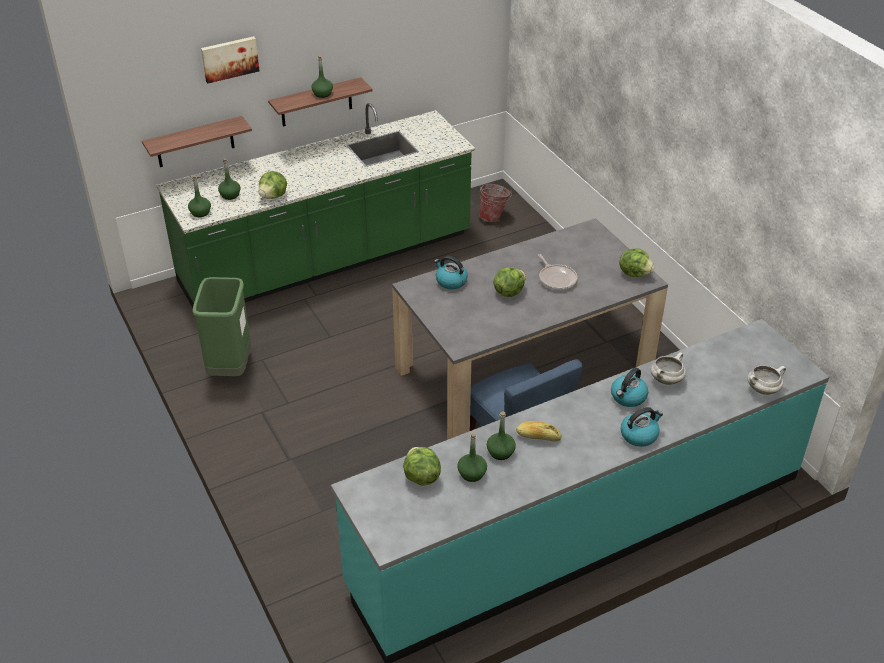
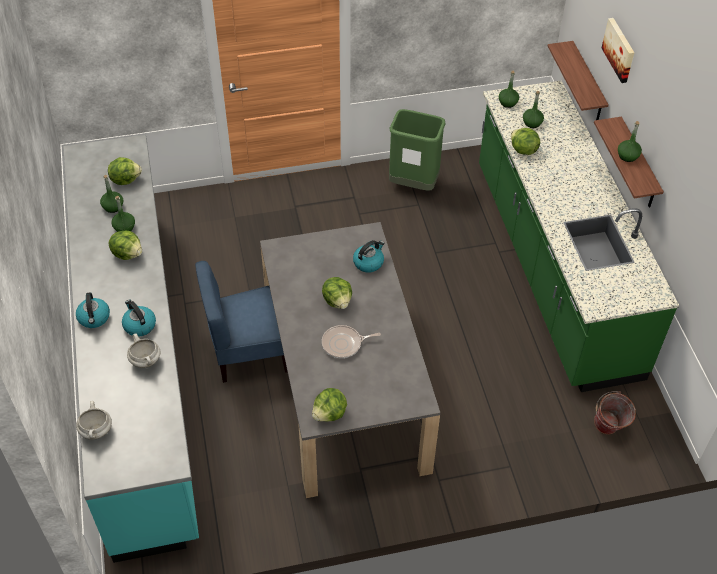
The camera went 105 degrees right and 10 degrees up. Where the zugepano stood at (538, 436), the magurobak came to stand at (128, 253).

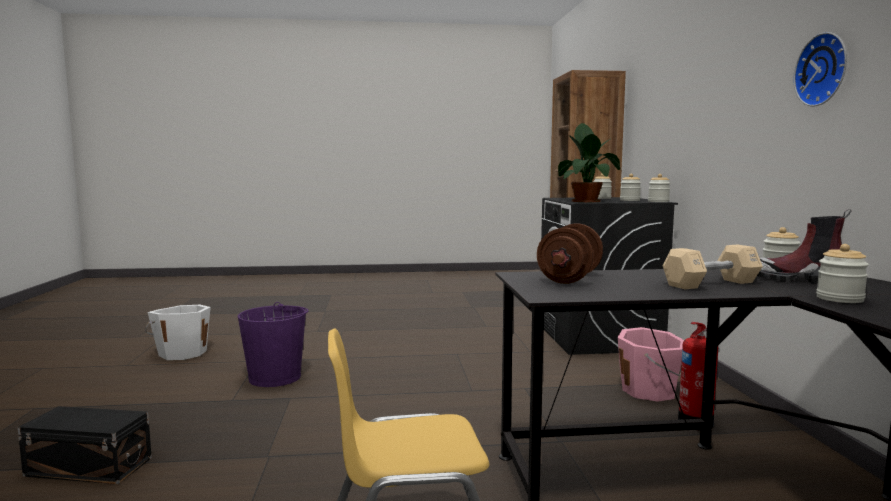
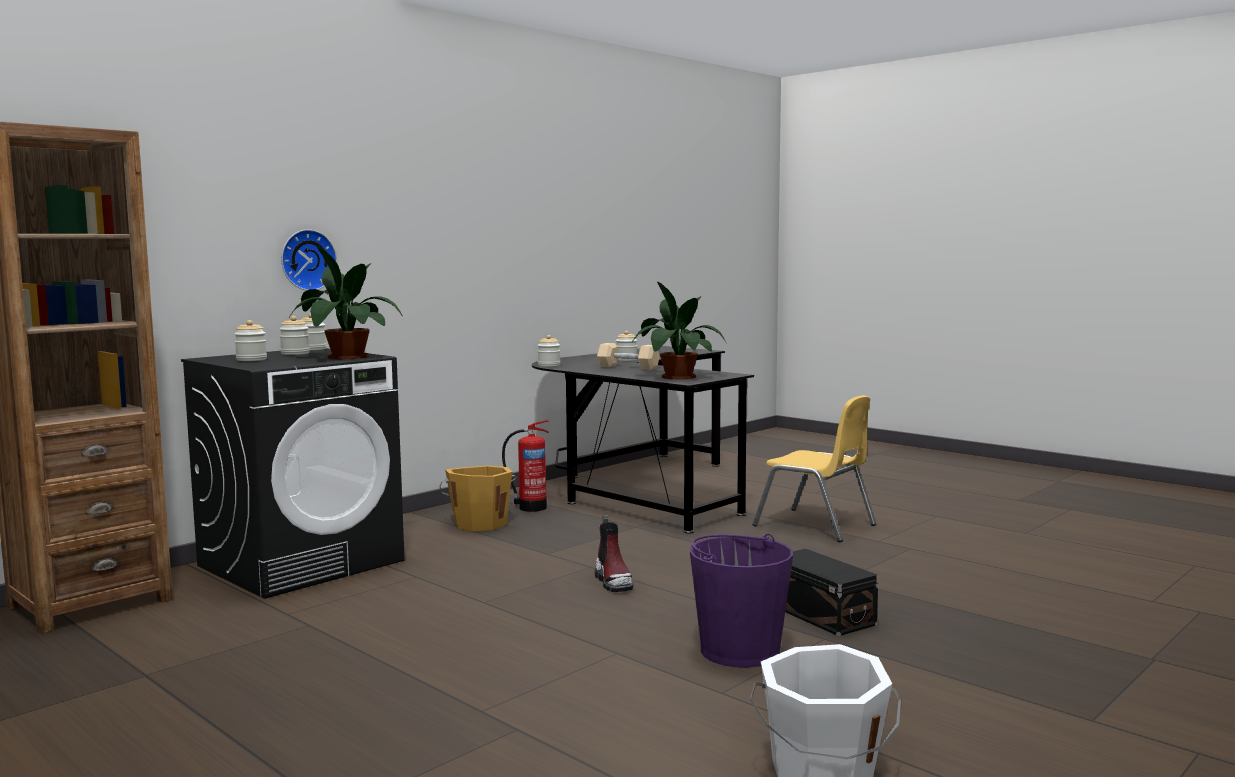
The camera went 130 degrees left and 0 degrees up. The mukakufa ended up elsewhere, having gone from (824, 70) to (307, 260). The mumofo ended up elsewhere, having gone from (800, 280) to (614, 582). Where the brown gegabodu stood at (569, 279), the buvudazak came to stand at (675, 377). What was the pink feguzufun at (650, 391) turned into the orange feguzufun at (480, 523). The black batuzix ended up elsewhere, having gone from (88, 466) to (820, 615).

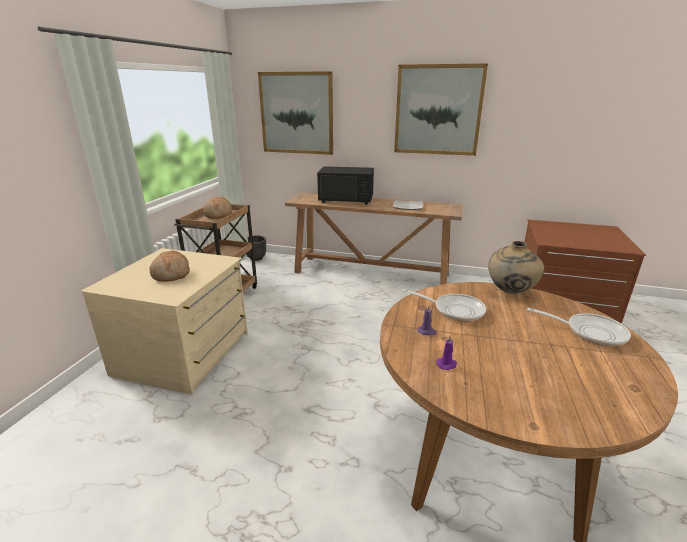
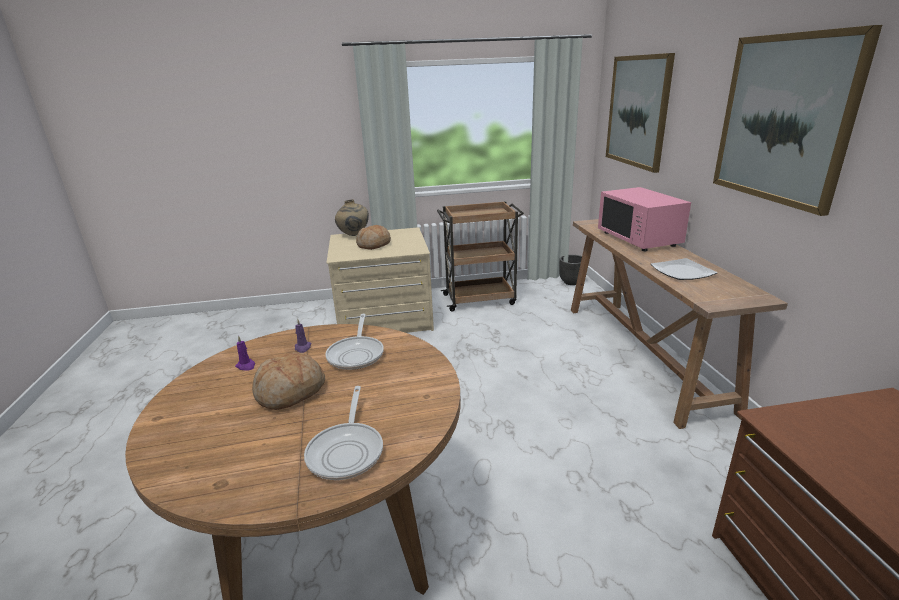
The camera went 65 degrees right and 0 degrees up. What was the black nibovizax at (346, 200) turned into the pink nibovizax at (639, 239). The zugepano ended up elsewhere, having gone from (218, 215) to (290, 392). The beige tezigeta ended up elsewhere, having gone from (510, 292) to (353, 236).

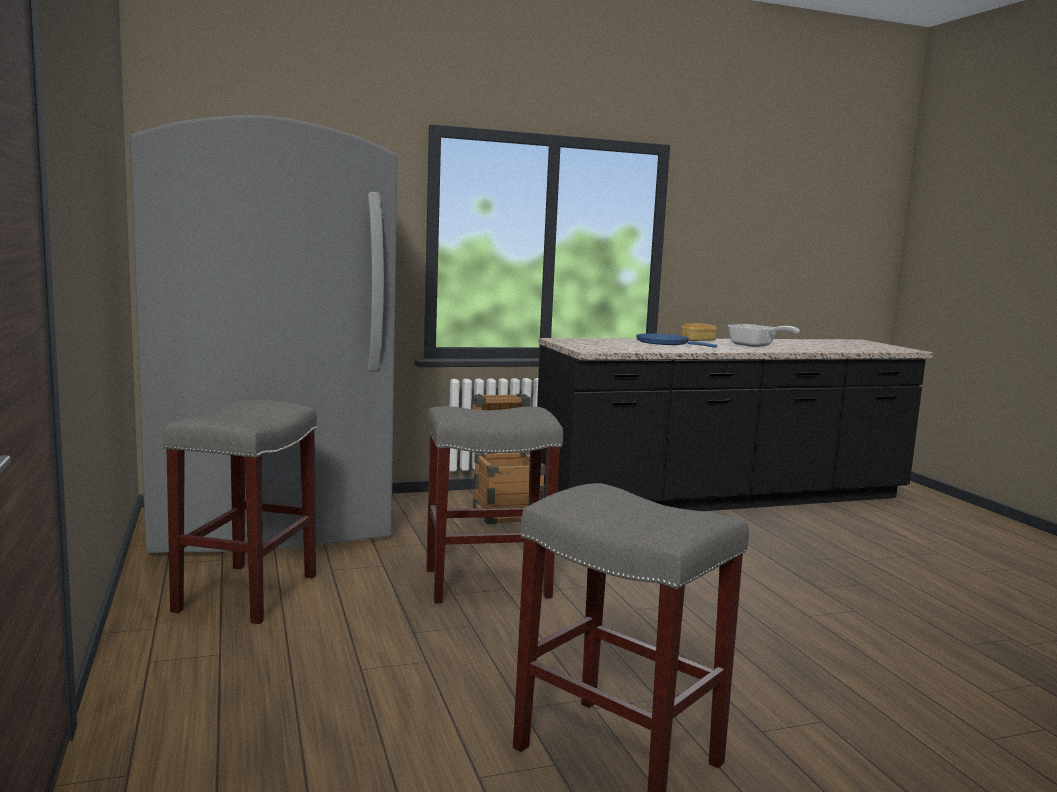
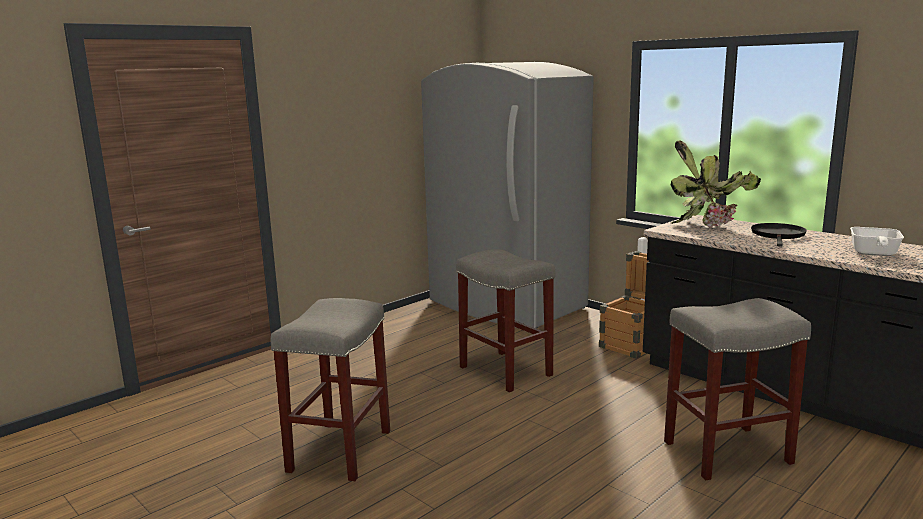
The camera went 65 degrees right and 5 degrees up. The second view lost the zugepano at (698, 340). What was the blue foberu at (665, 343) turned into the black foberu at (778, 235). The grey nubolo ended up elsewhere, having gone from (247, 592) to (728, 452). The second view gained the buvudazak at (708, 224).

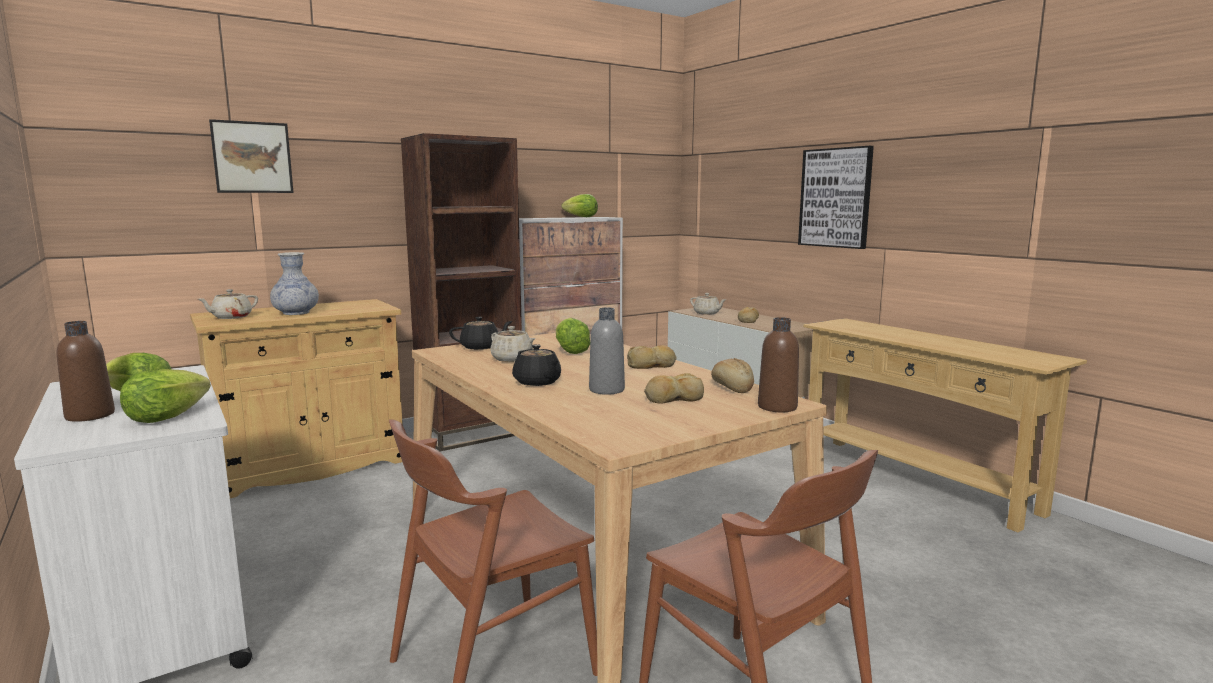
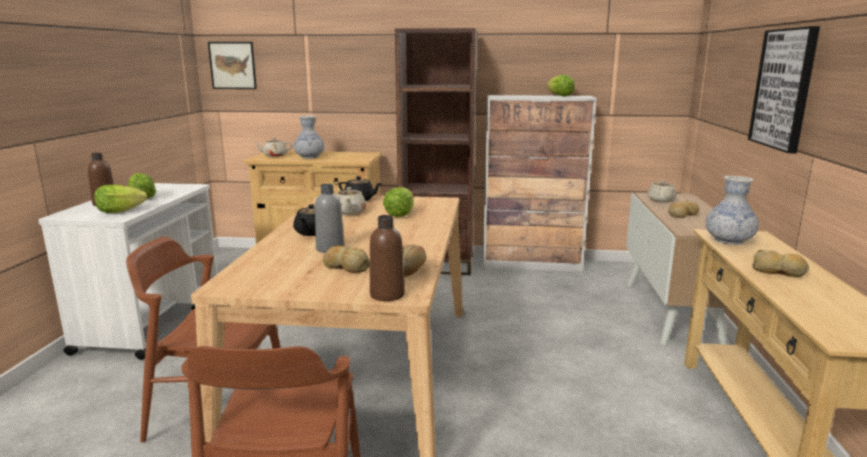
The camera went 40 degrees right and 5 degrees up. The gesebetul ended up elsewhere, having gone from (252, 157) to (232, 65). The zugepano ended up elsewhere, having gone from (652, 365) to (779, 271). The second view gained the tezigeta at (728, 240).

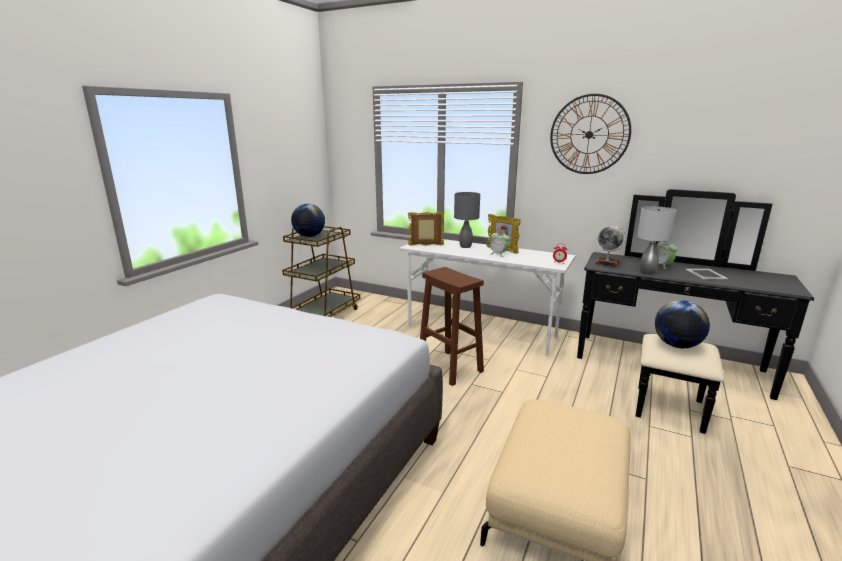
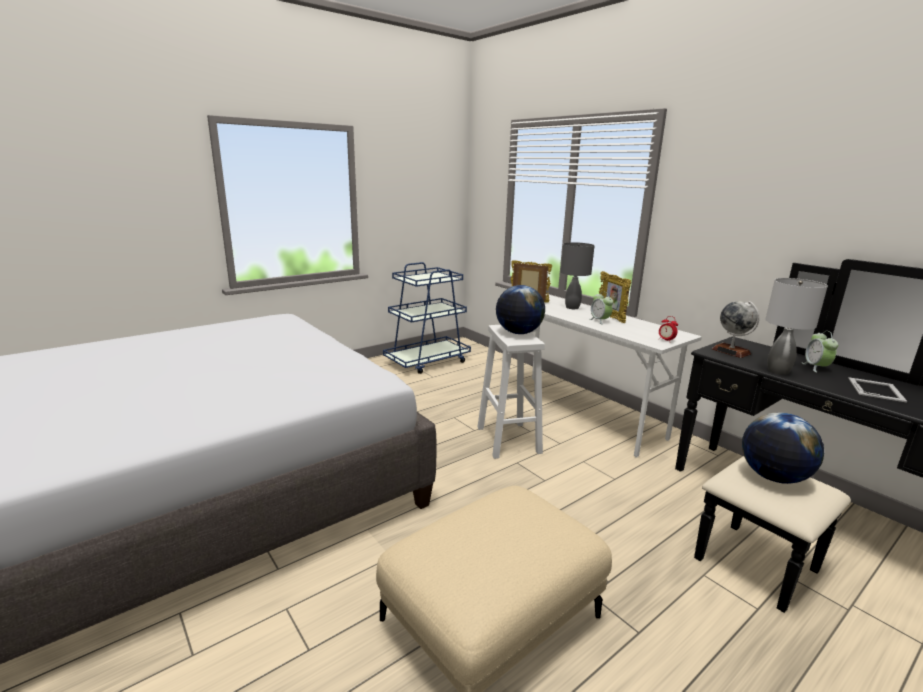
The camera went 25 degrees right and 0 degrees up. The second view lost the mukakufa at (589, 134). The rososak ended up elsewhere, having gone from (309, 236) to (518, 333). What was the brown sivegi at (324, 315) turned into the blue sivegi at (427, 361). What was the brown nubolo at (449, 367) turned into the white nubolo at (507, 439).

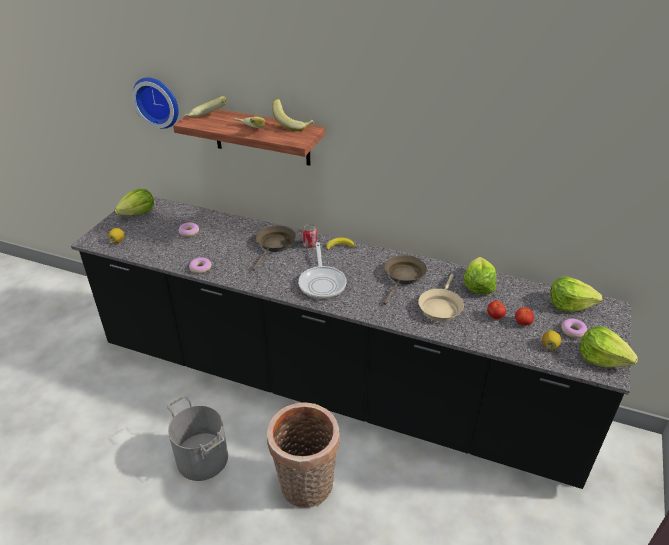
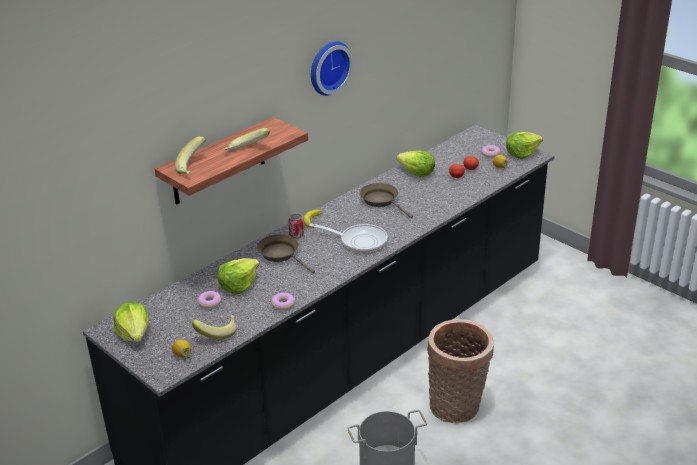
The camera went 65 degrees left and 5 degrees down. The mukakufa ended up elsewhere, having gone from (158, 101) to (328, 67). The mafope ended up elsewhere, having gone from (293, 125) to (217, 333). The second view lost the beige foberu at (440, 307). The magurobak ended up elsewhere, having gone from (569, 304) to (238, 285).

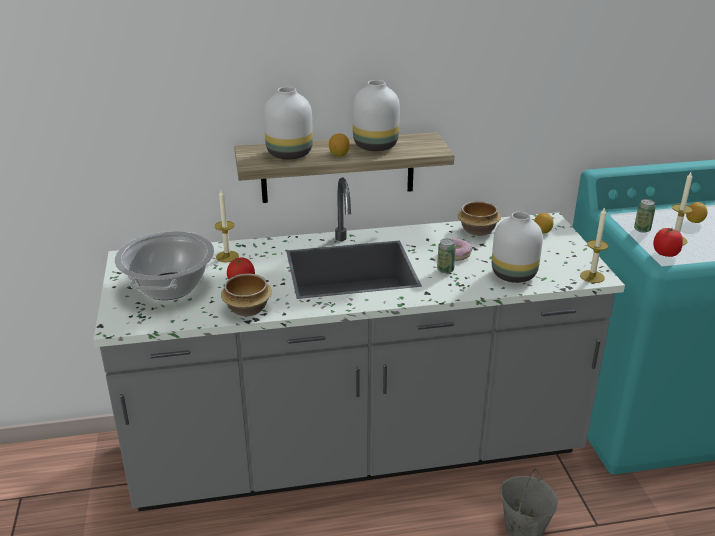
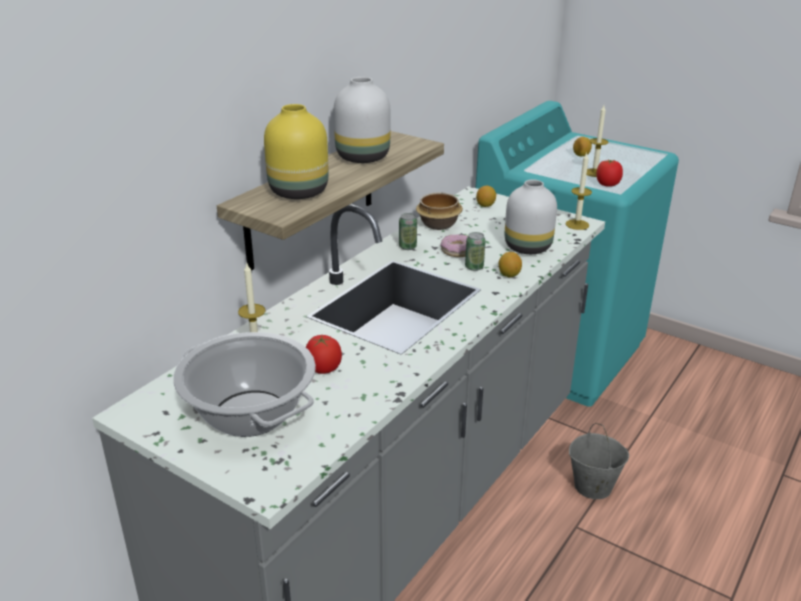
The camera went 45 degrees left and 0 degrees up. What was the white tezigeta at (290, 154) turned into the yellow tezigeta at (299, 191). The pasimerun ended up elsewhere, having gone from (339, 155) to (509, 275). The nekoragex ended up elsewhere, having gone from (642, 229) to (407, 247). The second view lost the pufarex at (248, 308).

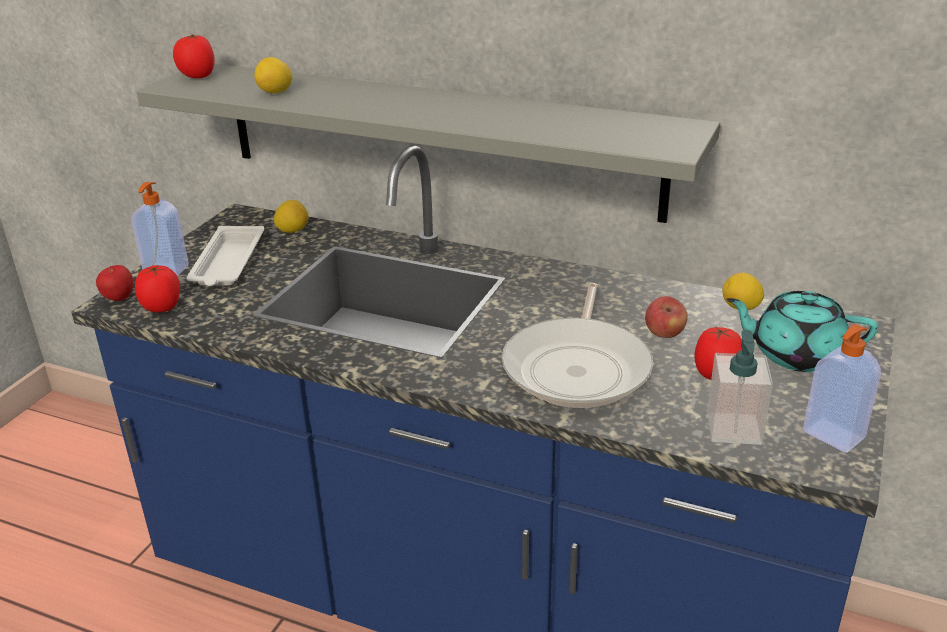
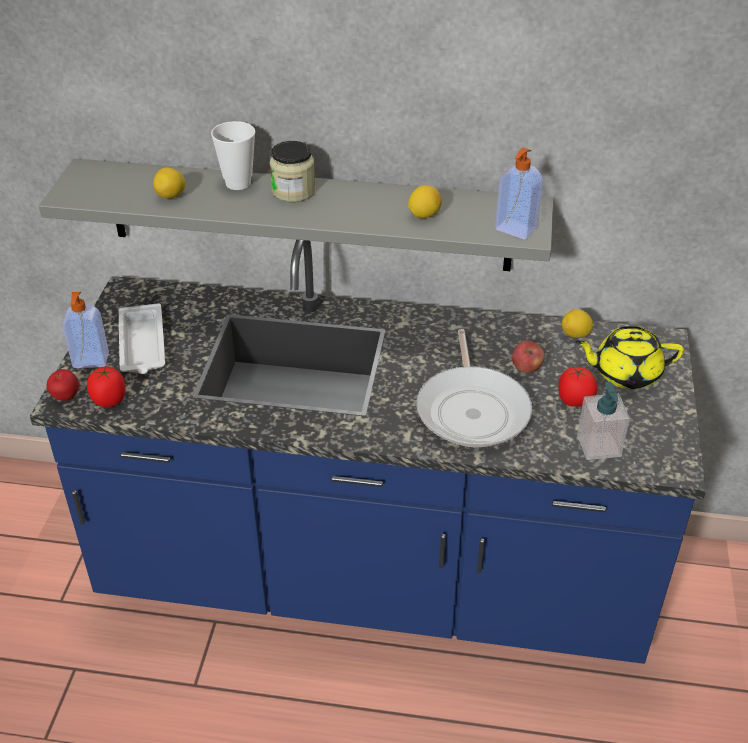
The camera went 15 degrees left and 10 degrees up. The second view lost the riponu at (197, 77). The pasimerun ended up elsewhere, having gone from (293, 230) to (424, 215). What was the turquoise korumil at (795, 354) turned into the yellow korumil at (625, 373). The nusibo ended up elsewhere, having gone from (832, 436) to (515, 230). The second view gained the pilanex at (238, 183). The second view gained the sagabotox at (293, 191).

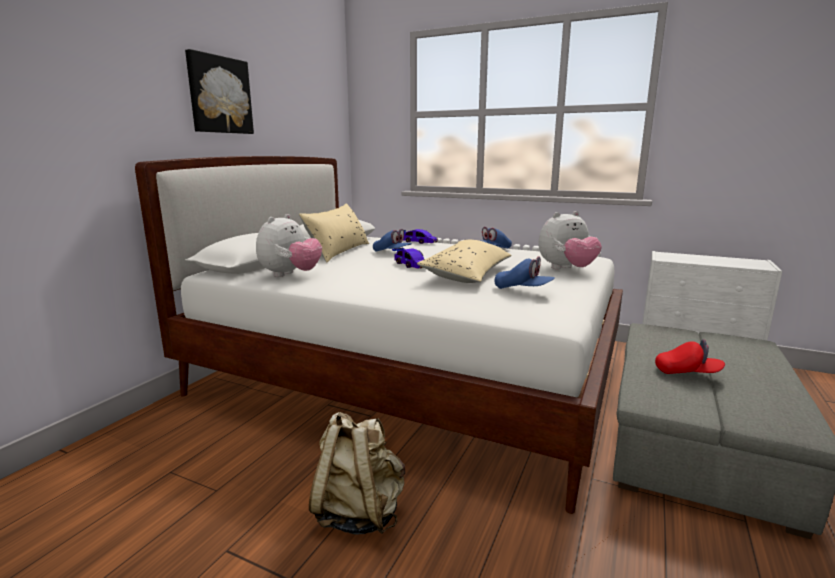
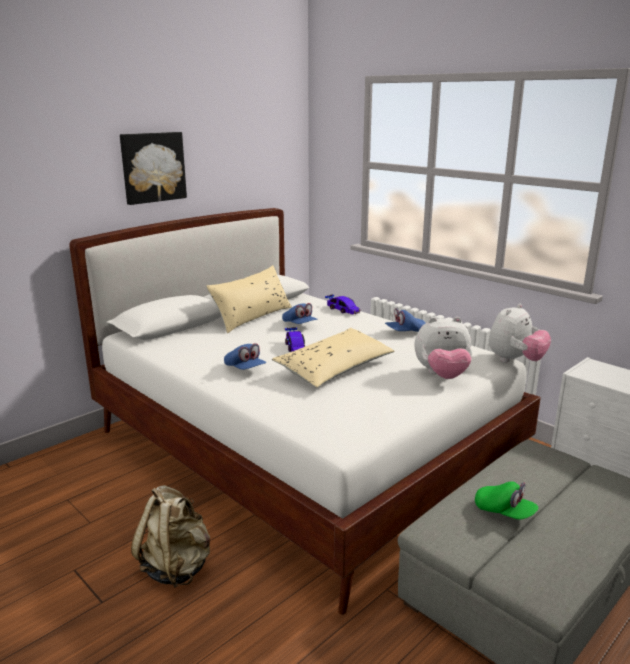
The camera went 20 degrees right and 5 degrees up. The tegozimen ended up elsewhere, having gone from (290, 275) to (515, 361). The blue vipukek ended up elsewhere, having gone from (523, 290) to (245, 369). What was the red vipukek at (687, 373) turned into the green vipukek at (504, 512).

